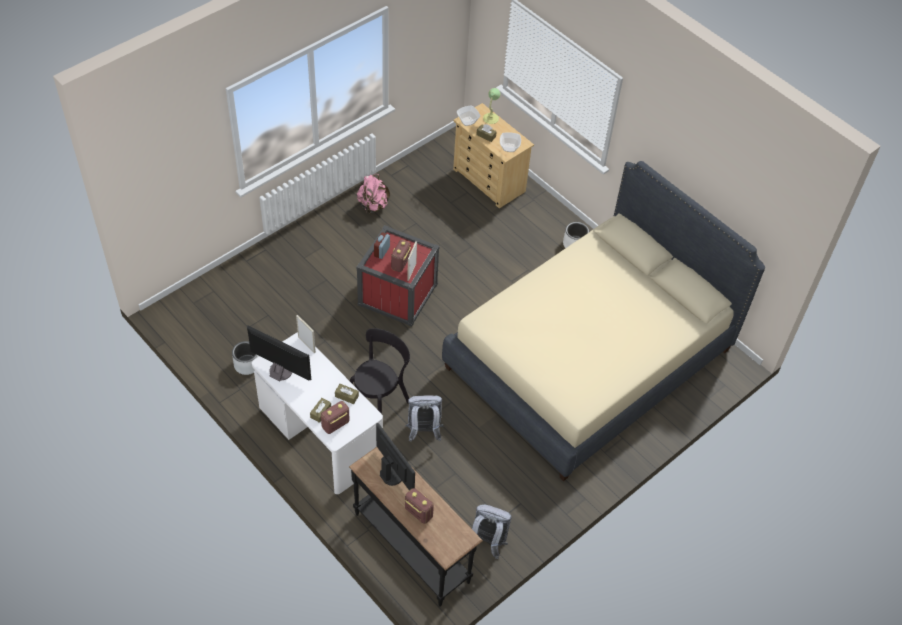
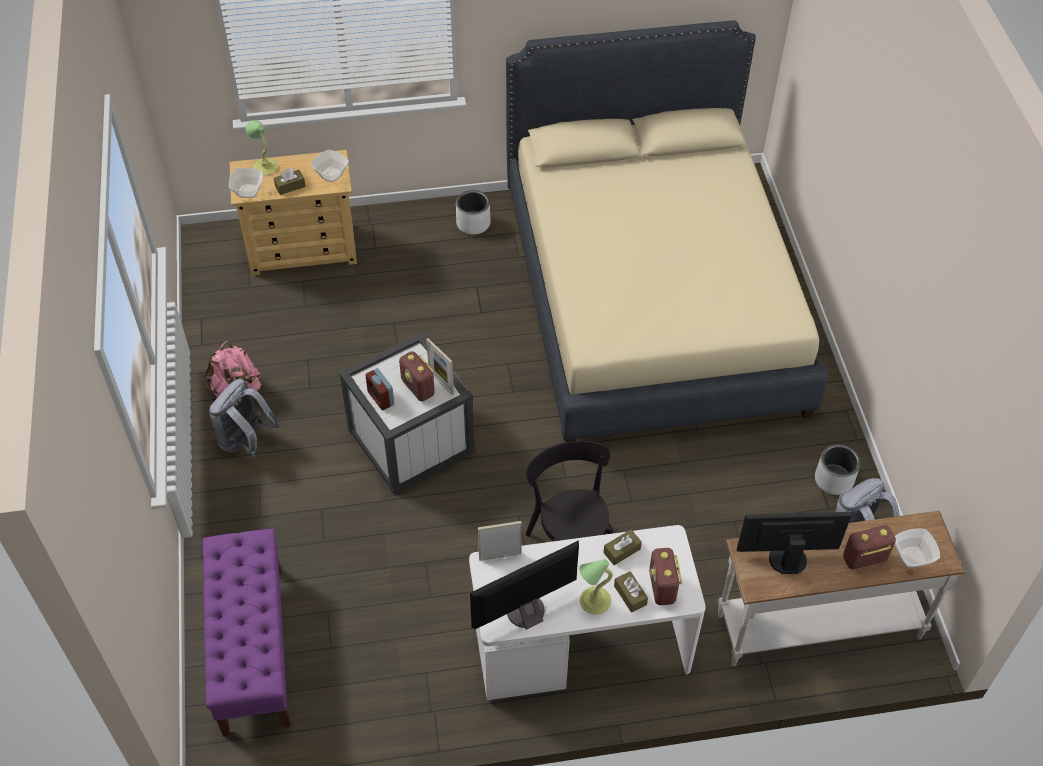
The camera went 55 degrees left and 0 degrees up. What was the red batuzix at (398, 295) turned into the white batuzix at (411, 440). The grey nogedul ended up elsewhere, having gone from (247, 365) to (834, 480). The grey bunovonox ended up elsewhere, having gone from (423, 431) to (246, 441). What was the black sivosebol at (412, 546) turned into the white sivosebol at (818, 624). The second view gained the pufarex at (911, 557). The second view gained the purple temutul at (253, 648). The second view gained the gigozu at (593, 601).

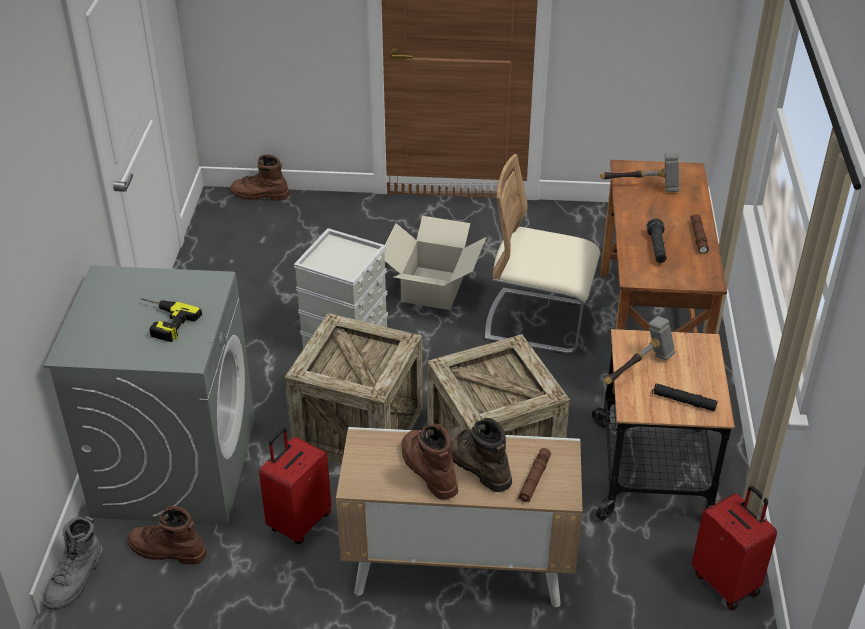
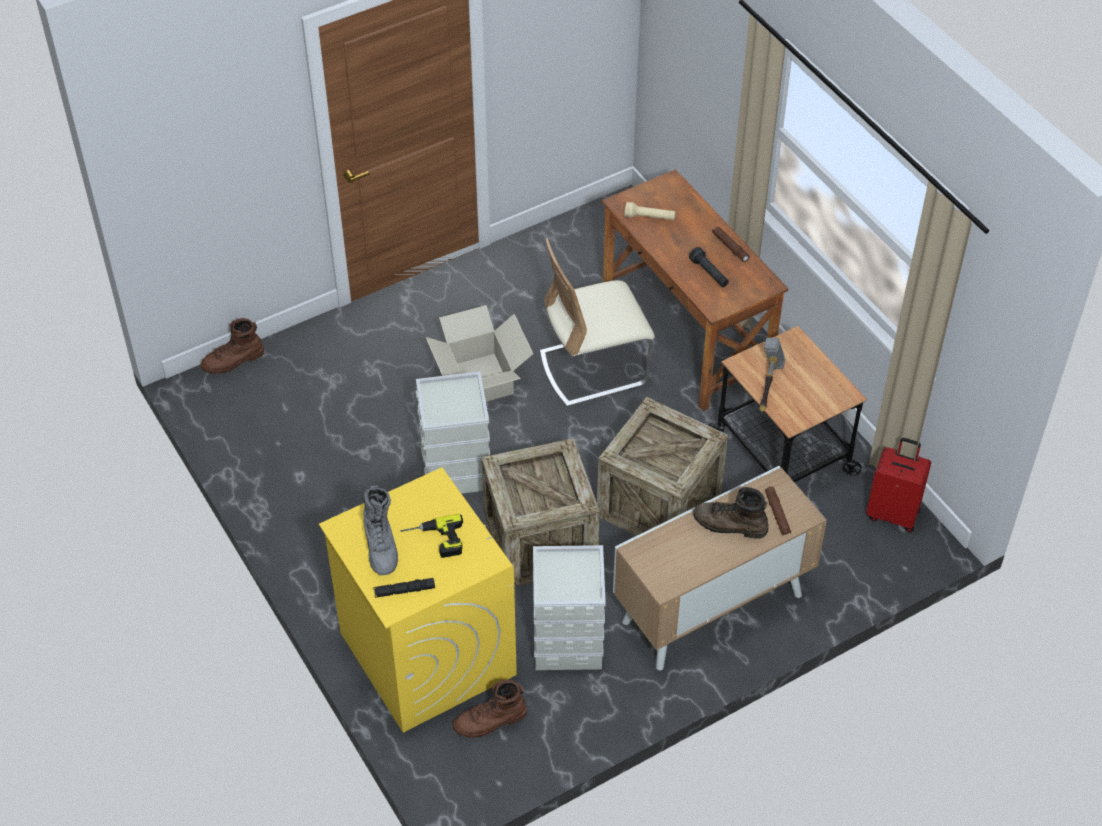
The camera went 35 degrees left and 10 degrees up. Where the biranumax stood at (642, 187), the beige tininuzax came to stand at (649, 217). What was the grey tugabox at (175, 466) turned into the yellow tugabox at (426, 653). The black tininuzax ended up elsewhere, having gone from (683, 401) to (404, 590). The second view lost the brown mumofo at (427, 470). Where the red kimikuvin stood at (299, 522), the grey batuzix came to stand at (566, 641). The grey mumofo ended up elsewhere, having gone from (76, 580) to (381, 546).

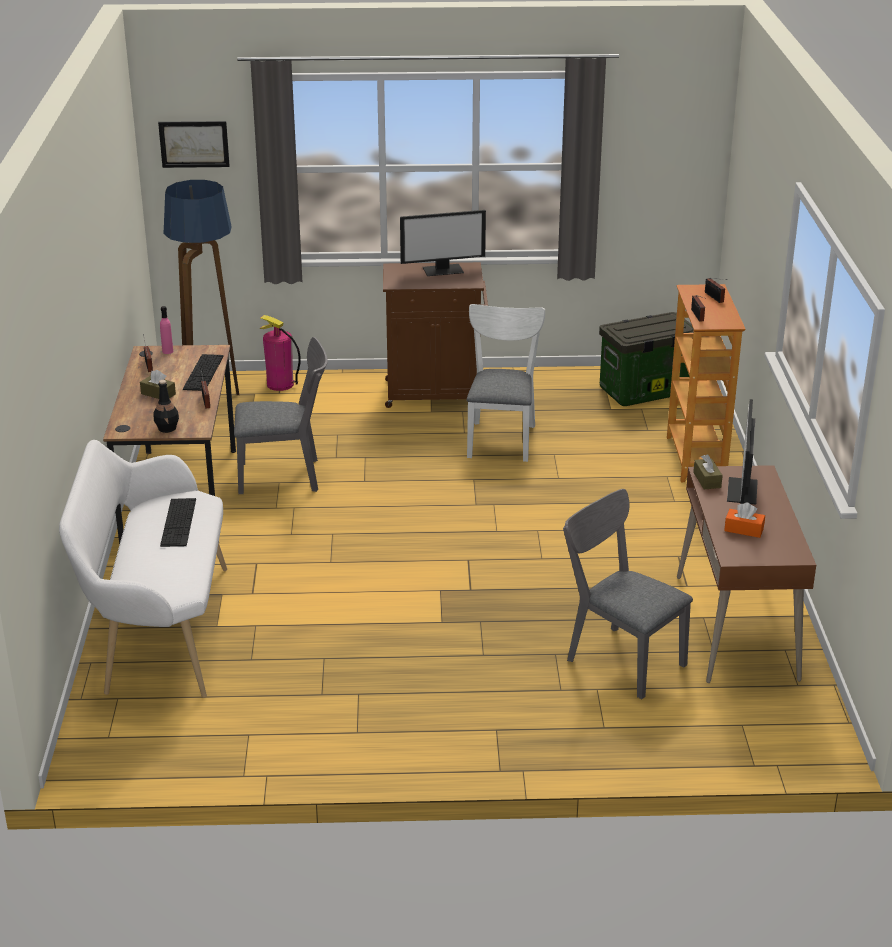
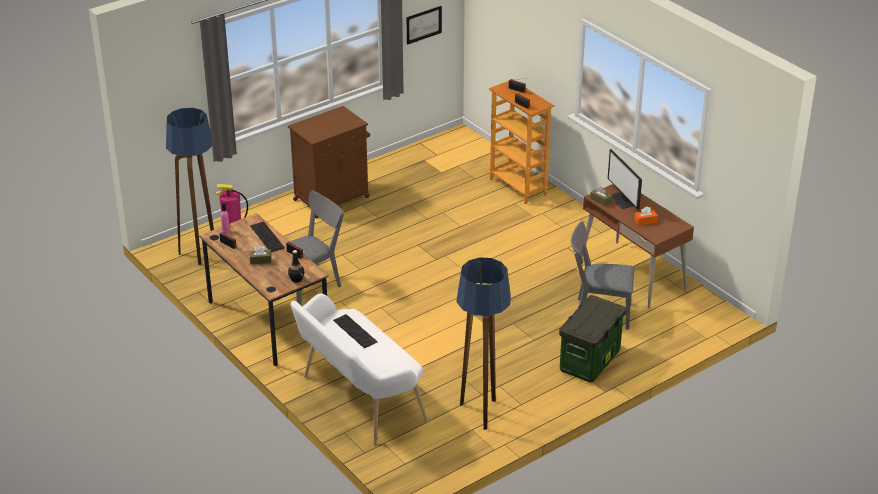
The camera went 35 degrees left and 5 degrees up. The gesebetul ended up elsewhere, having gone from (194, 144) to (423, 24). The second view lost the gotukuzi at (443, 270). The second view lost the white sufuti at (501, 437). The batuzix ended up elsewhere, having gone from (644, 392) to (590, 362). The second view gained the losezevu at (481, 414).

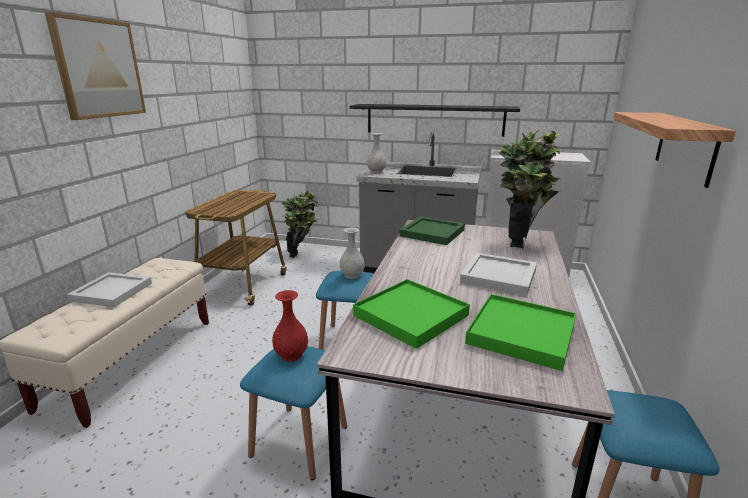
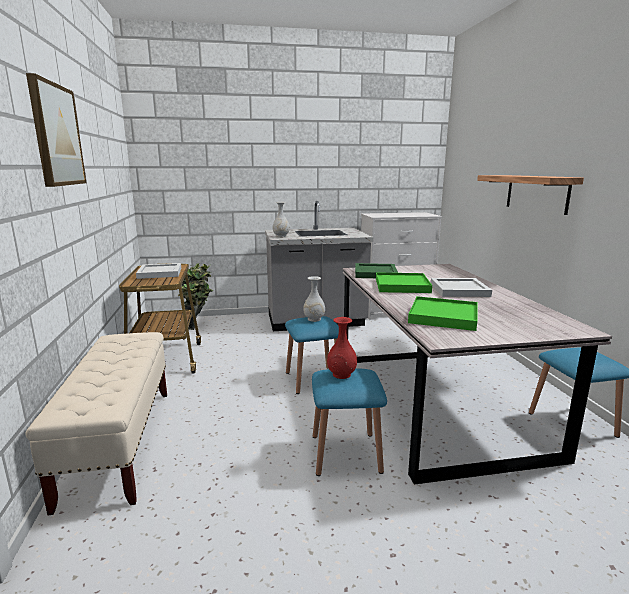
The camera went 25 degrees left and 5 degrees down. The second view lost the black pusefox at (434, 119). The second view lost the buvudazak at (521, 240). The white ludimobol ended up elsewhere, having gone from (113, 291) to (160, 273). The green ludimobol ended up elsewhere, having gone from (521, 334) to (402, 286).

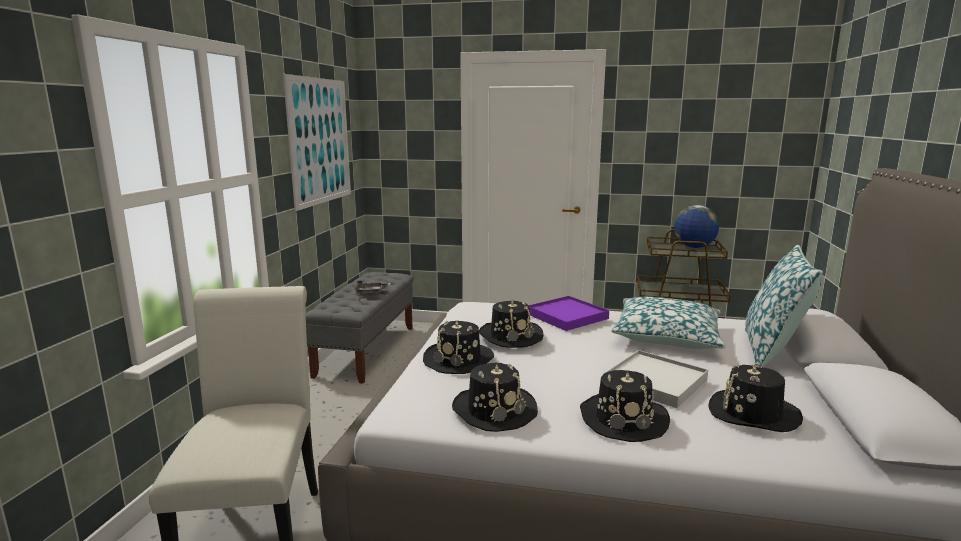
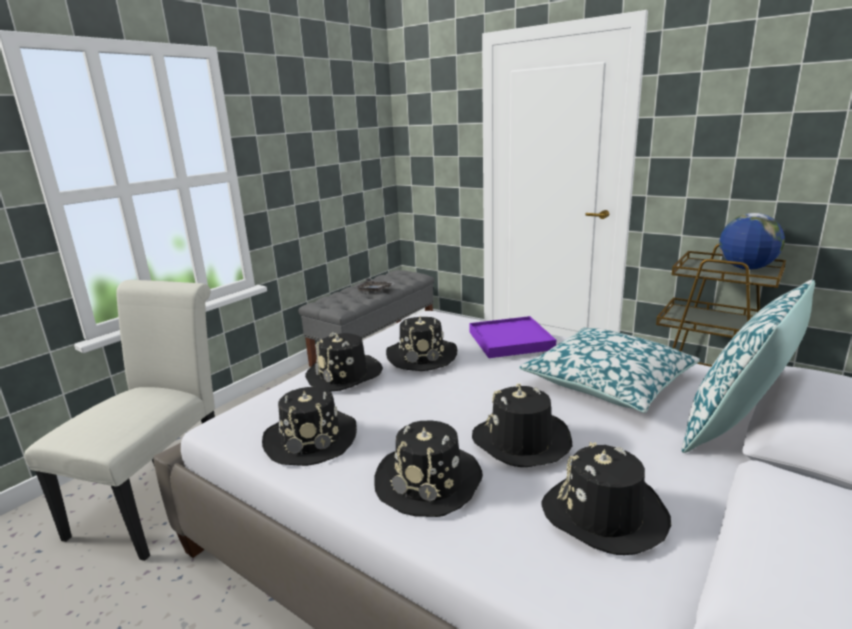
The camera went 25 degrees right and 5 degrees up. The second view lost the gesebetul at (320, 141). Where the white ludimobol stood at (655, 382), the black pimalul came to stand at (521, 441).

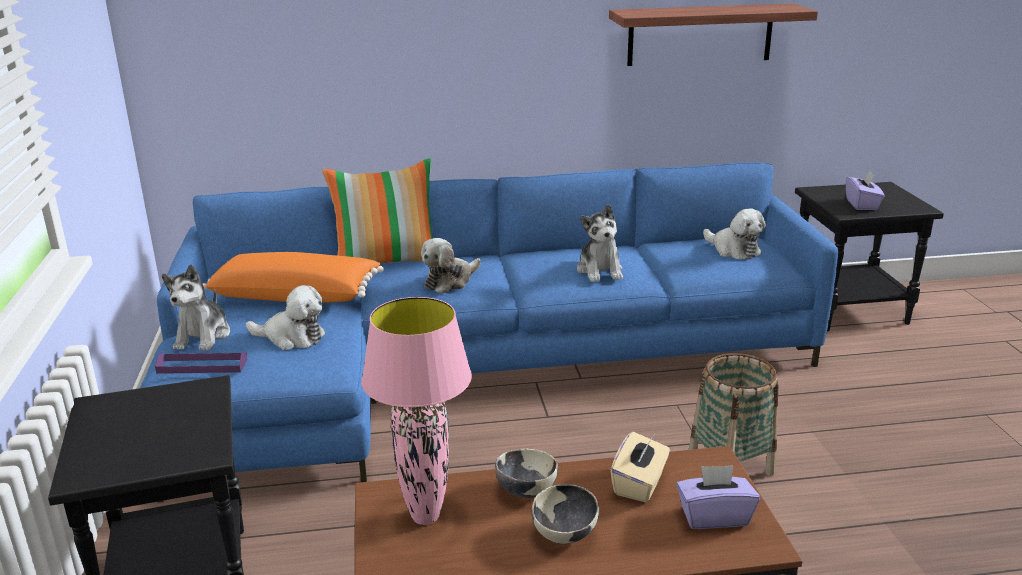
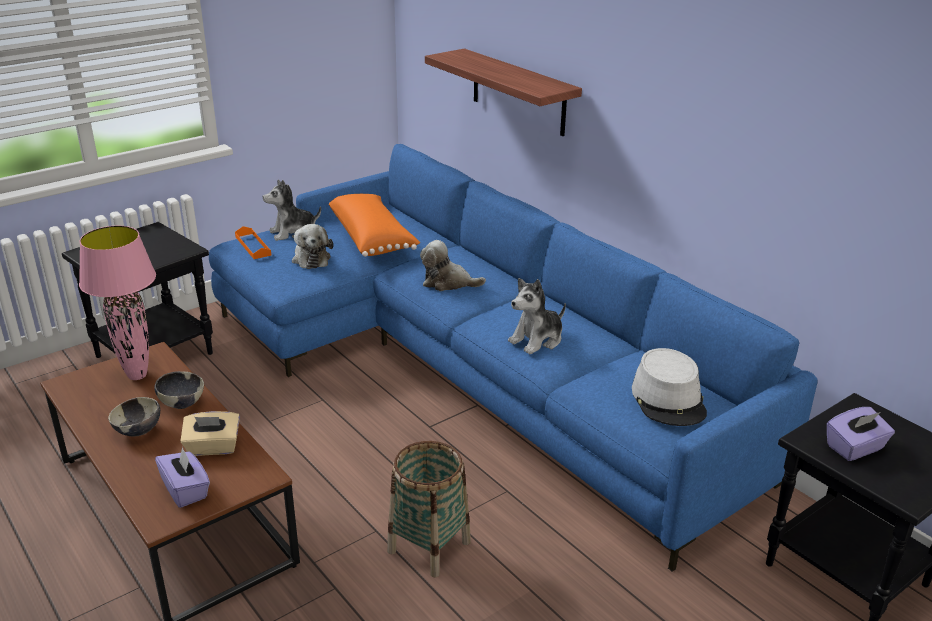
The camera went 60 degrees right and 5 degrees up. The pusefox ended up elsewhere, having gone from (700, 34) to (518, 92). The second view lost the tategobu at (387, 262). Where the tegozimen stood at (733, 250), the grey pimalul came to stand at (669, 399). What was the purple ludimobol at (202, 366) turned into the orange ludimobol at (253, 246).

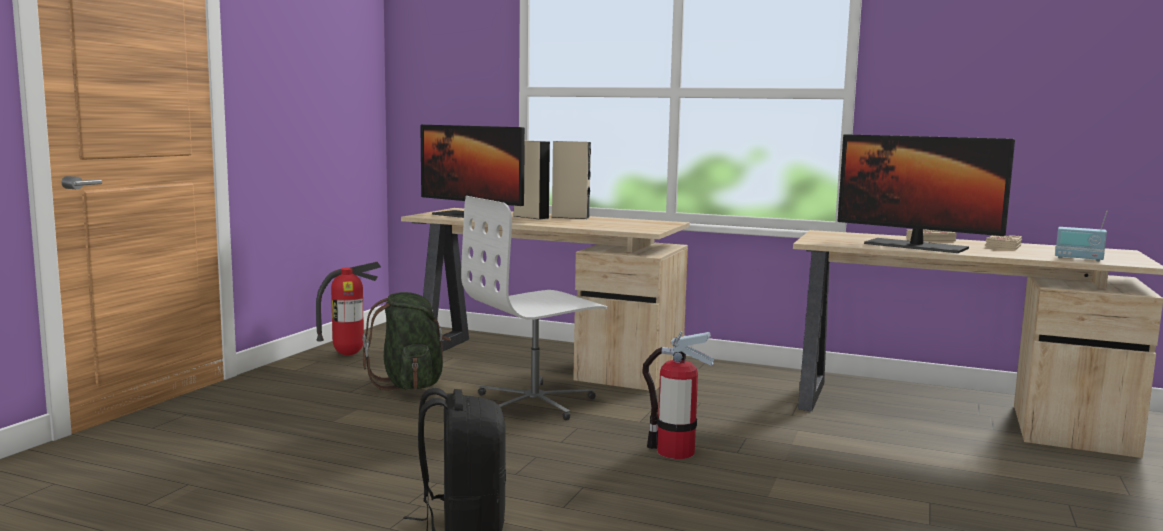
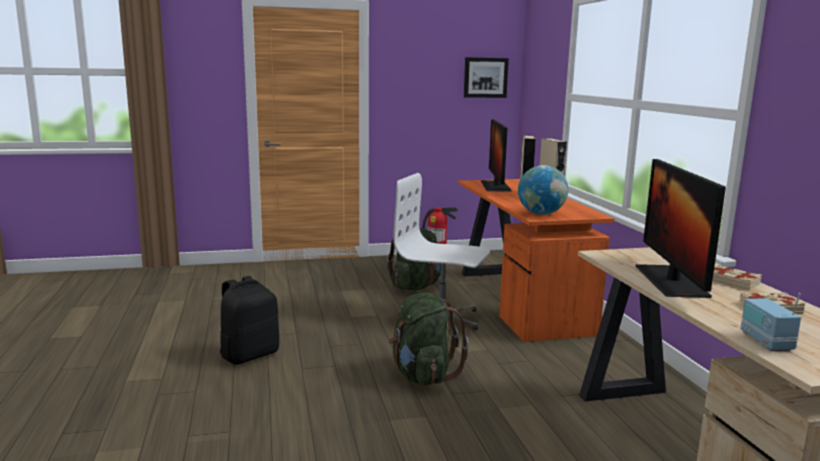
The camera went 55 degrees right and 5 degrees up. What was the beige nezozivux at (543, 360) turned into the orange nezozivux at (519, 299). Where the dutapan stood at (675, 451), the green bunovonox came to stand at (423, 375). The second view gained the gesebetul at (485, 77). The second view gained the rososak at (541, 214).

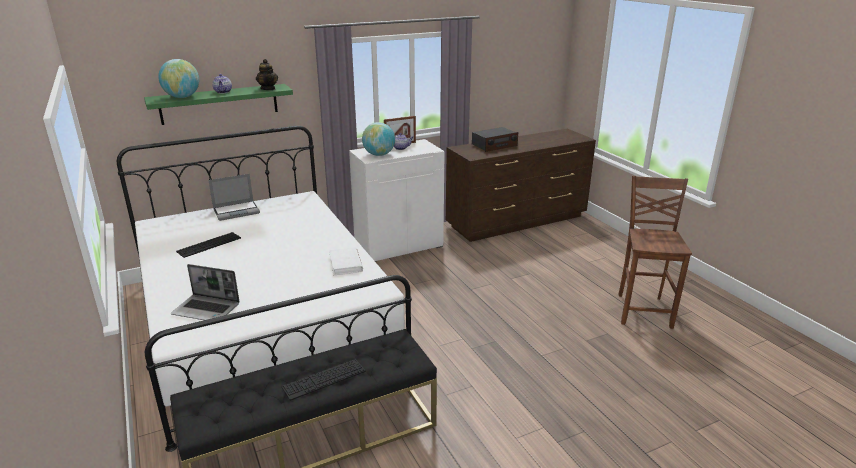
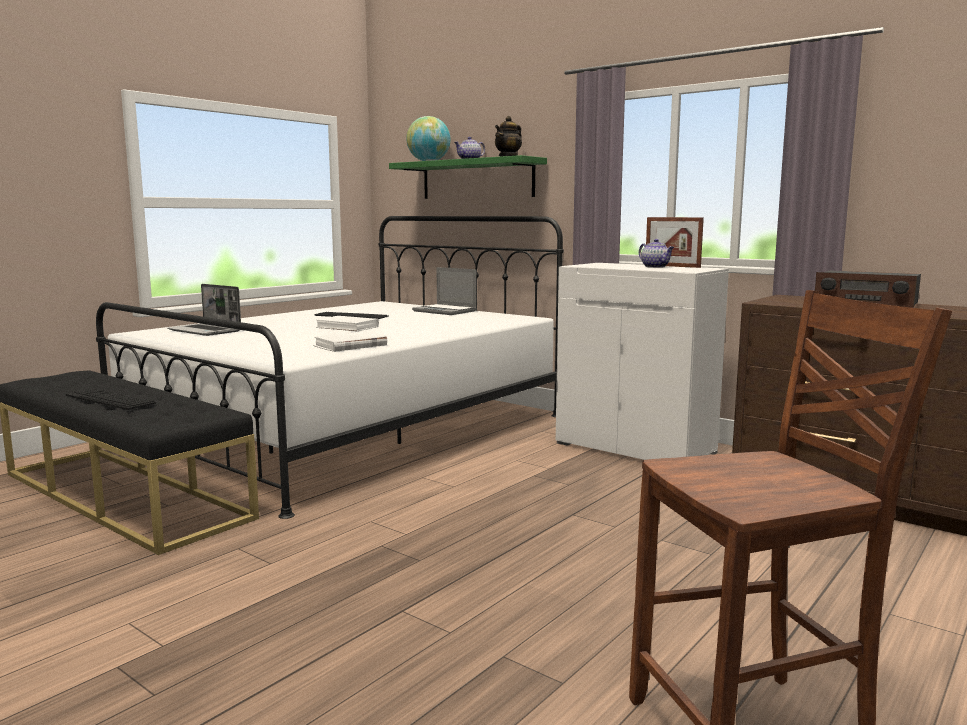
The camera went 65 degrees right and 15 degrees down. The second view lost the rososak at (379, 154). The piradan at (207, 309) ended up facing another way, 45 degrees counterclockwise from before. The second view gained the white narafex at (347, 327).

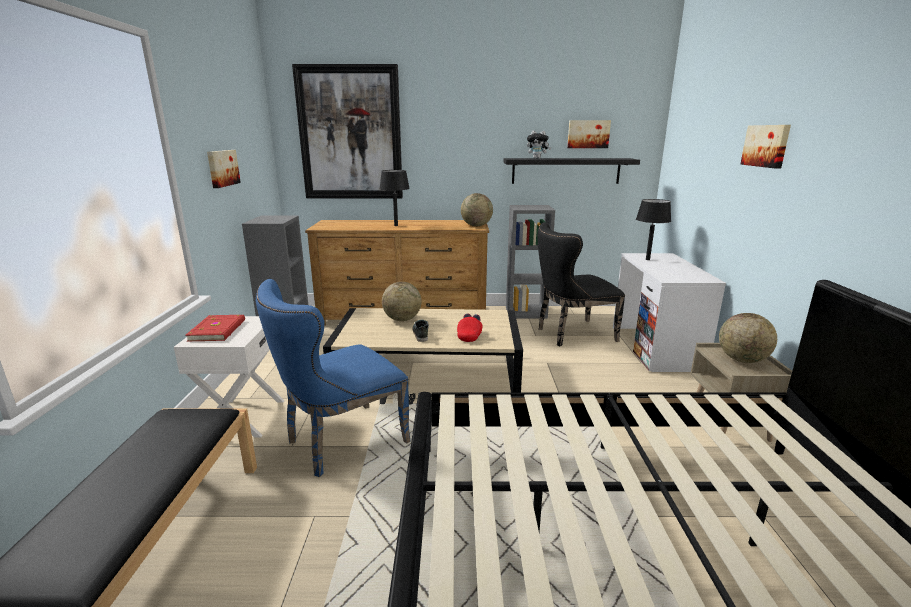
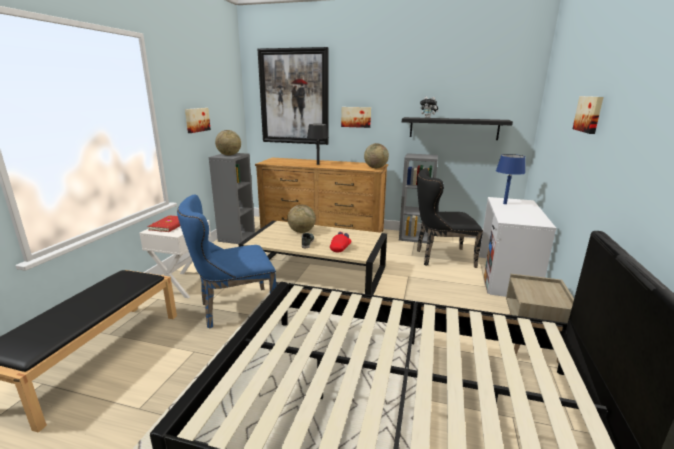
The camera went 15 degrees right and 0 degrees up. The gesebetul ended up elsewhere, having gone from (588, 134) to (356, 117). What was the black gigozu at (647, 259) turned into the blue gigozu at (505, 203). The rososak ended up elsewhere, having gone from (742, 360) to (229, 155).

